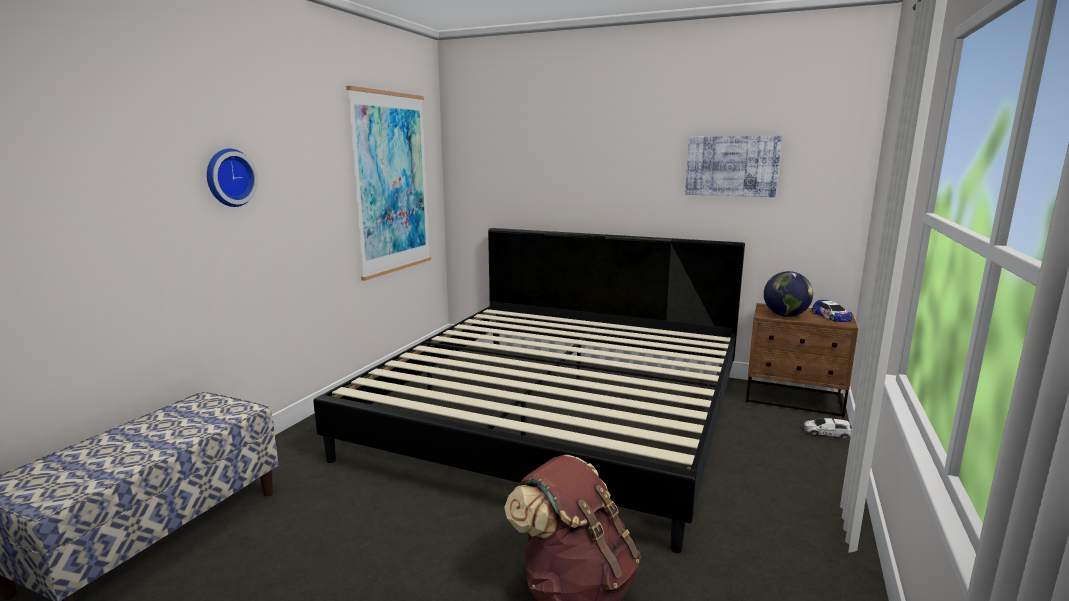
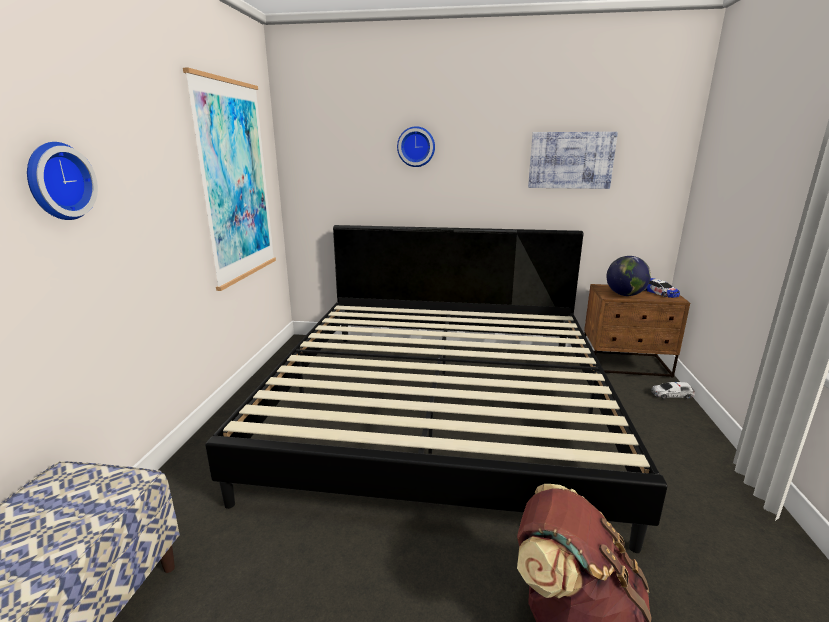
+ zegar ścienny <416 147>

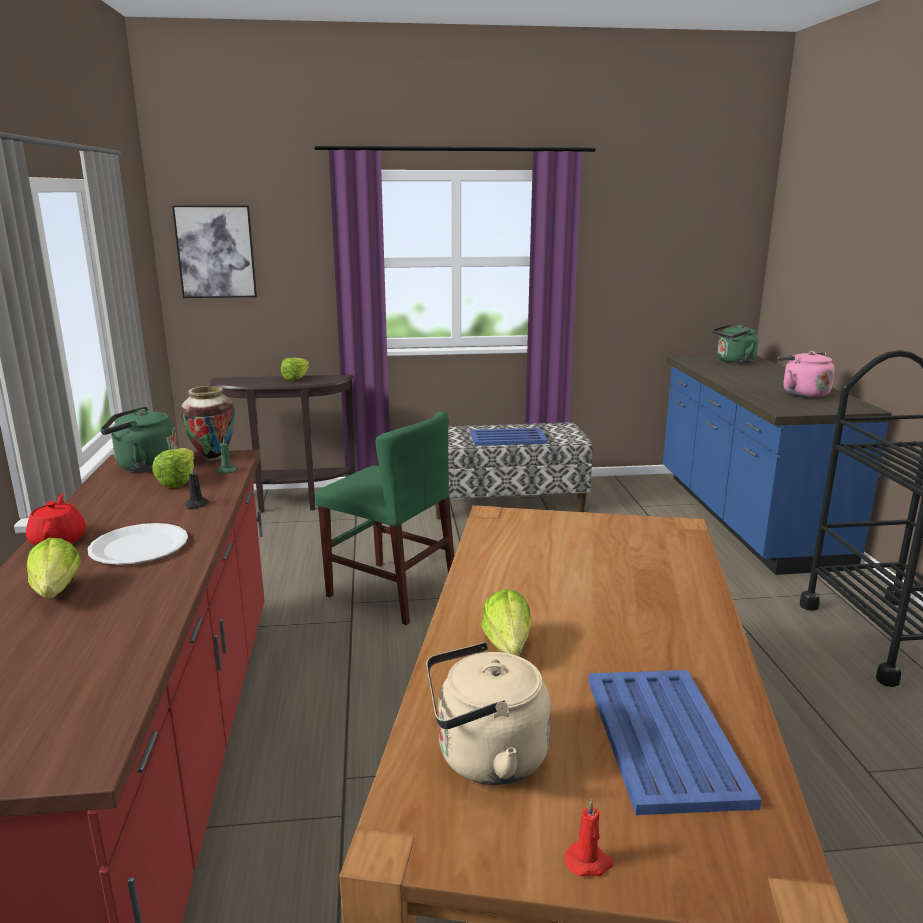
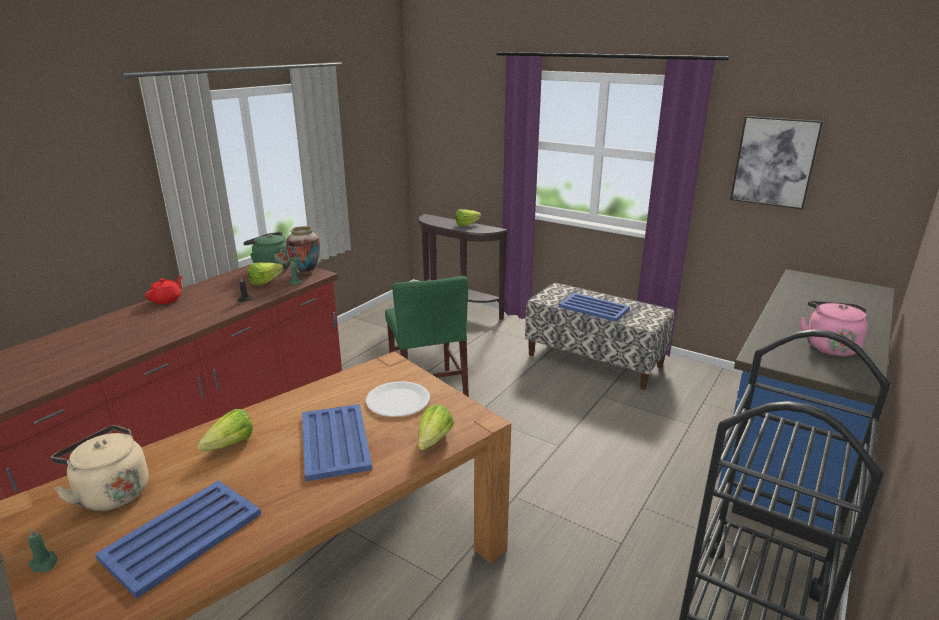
~ świeca (czerwony) <589 862> to świeca (zielony) <44 563>
+ taca (niebieski) <334 442>
~ talerz (biały) <139 546> to <398 400>
~ sałata <54 596> to <430 444>
~ obraz <216 252> to <774 162>
- czajnik (zielony) <733 361>

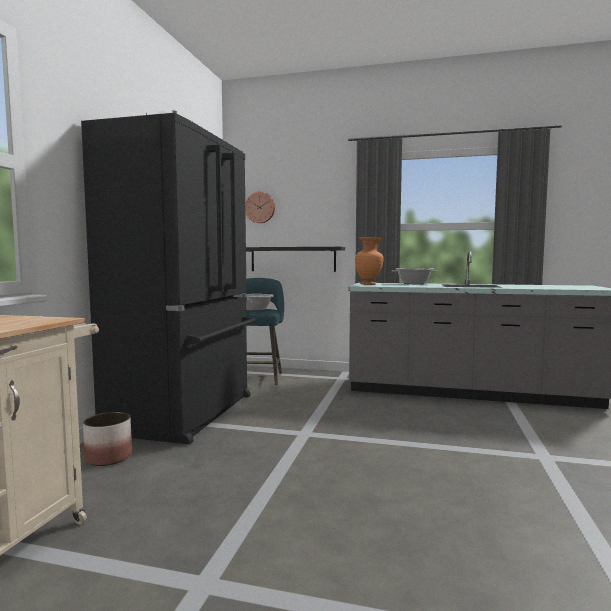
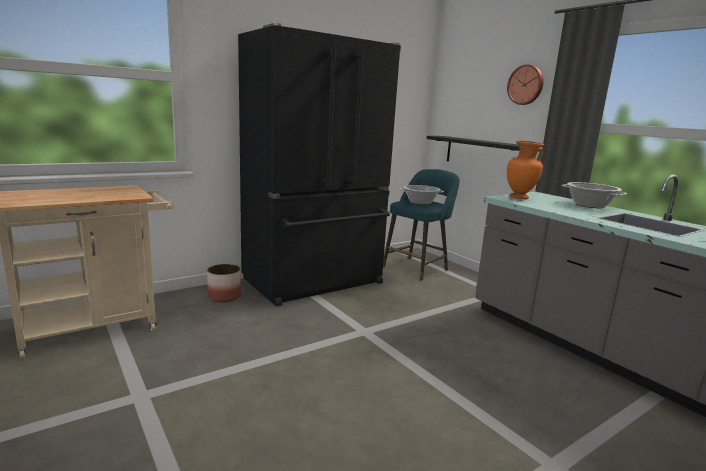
~ zegar ścienny <260 207> to <526 85>

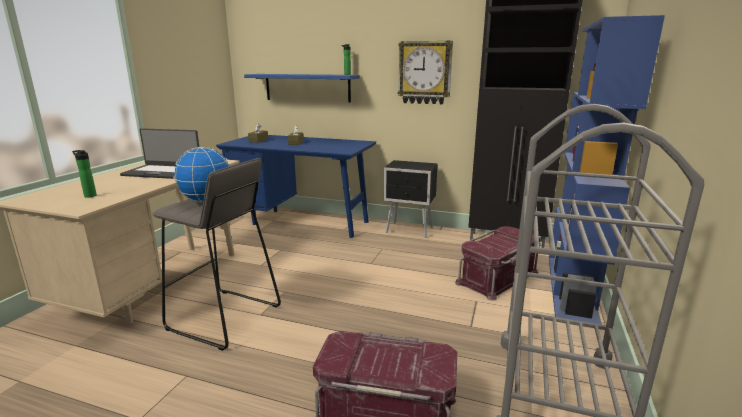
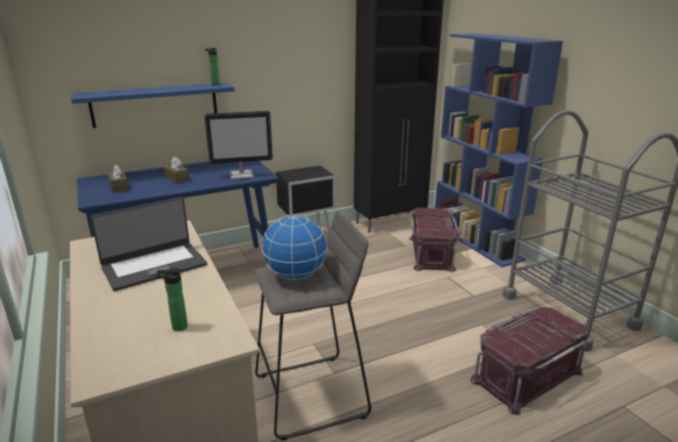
+ monitor <242 175>
- zegar ścienny <425 73>

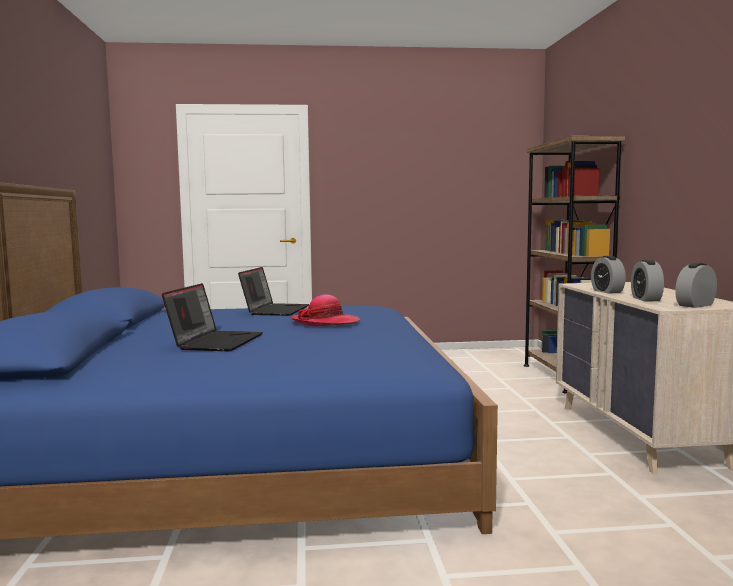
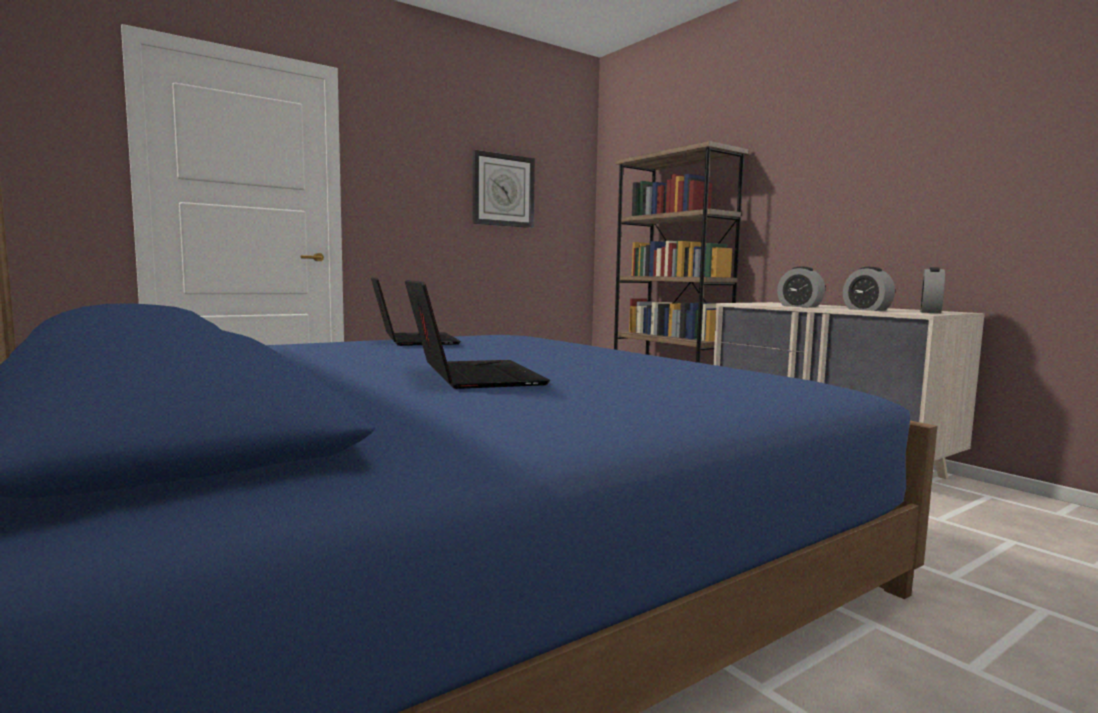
+ zegar ścienny <503 190>
- kapelusz <325 322>

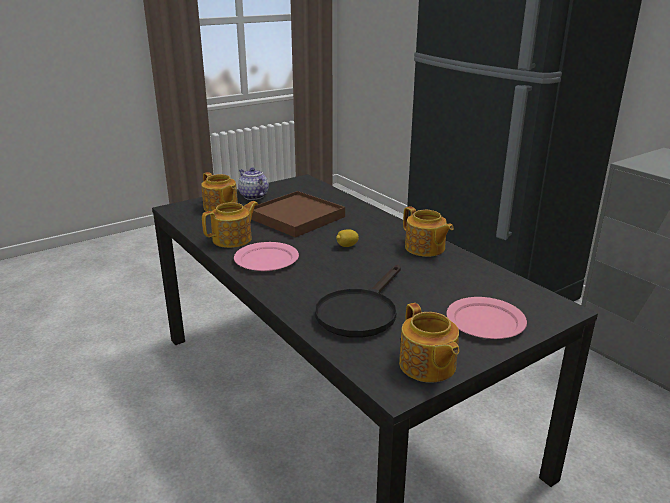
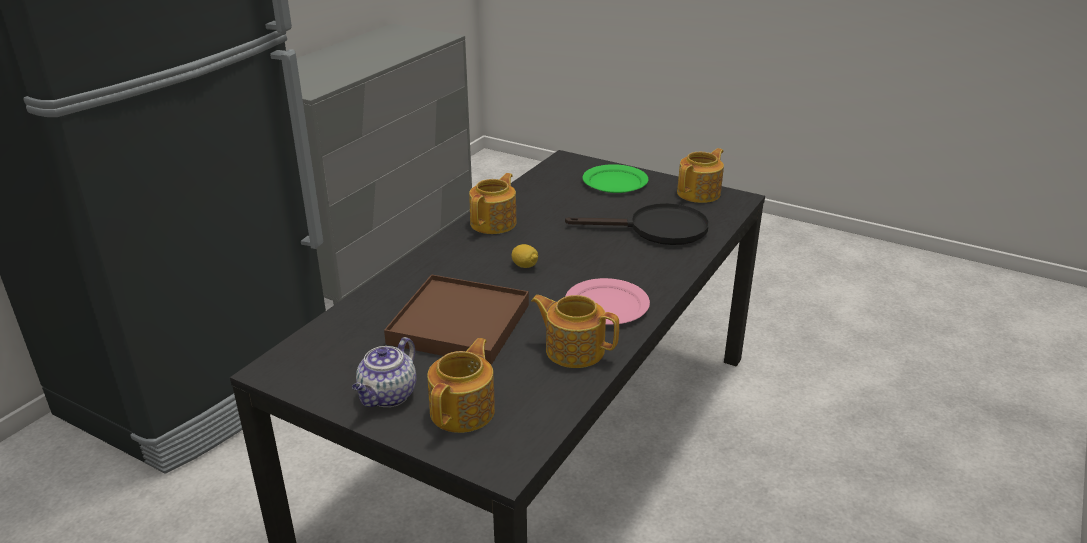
~ talerz (różowy) <484 321> to talerz (zielony) <615 182>

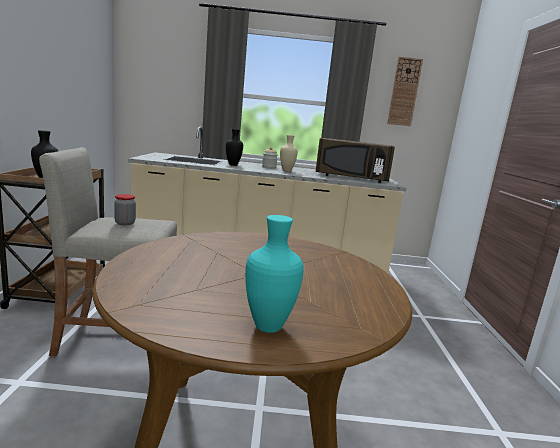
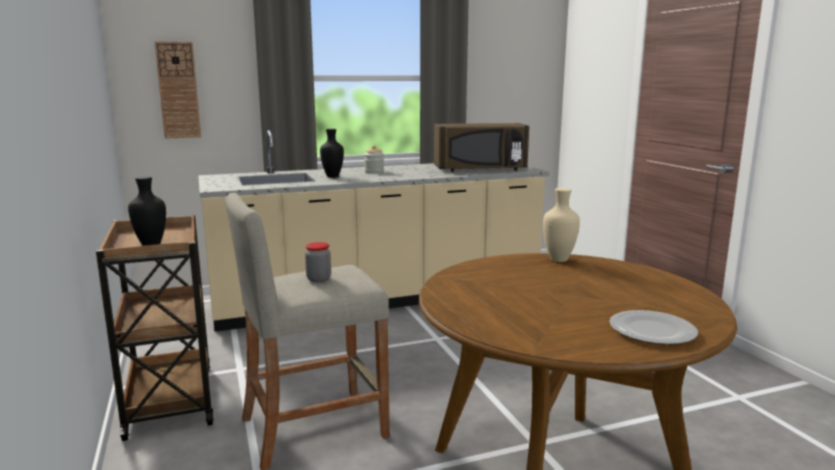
~ zegar ścienny <404 92> to <178 90>
~ wazon (beżowy) <287 171> to <560 260>
~ wazon (turkusowy) <268 325> to talerz <651 330>

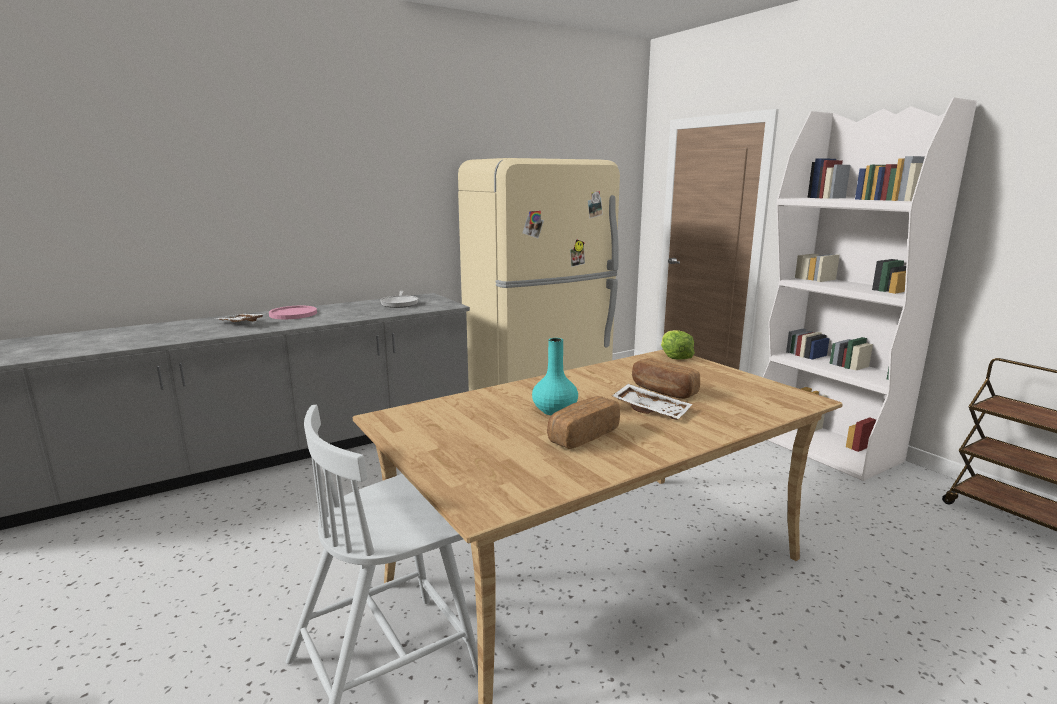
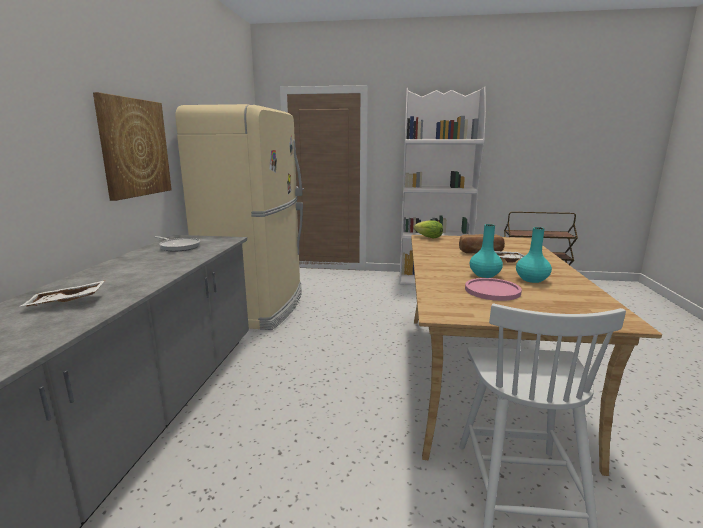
+ obraz <134 148>
~ talerz (różowy) <293 314> to <492 290>
~ chleb <582 436> to wazon (turkusowy) <532 279>

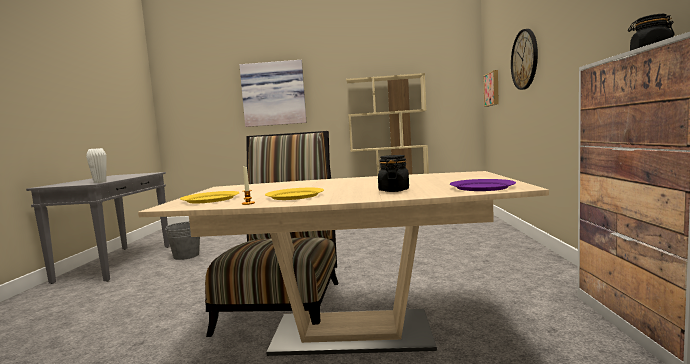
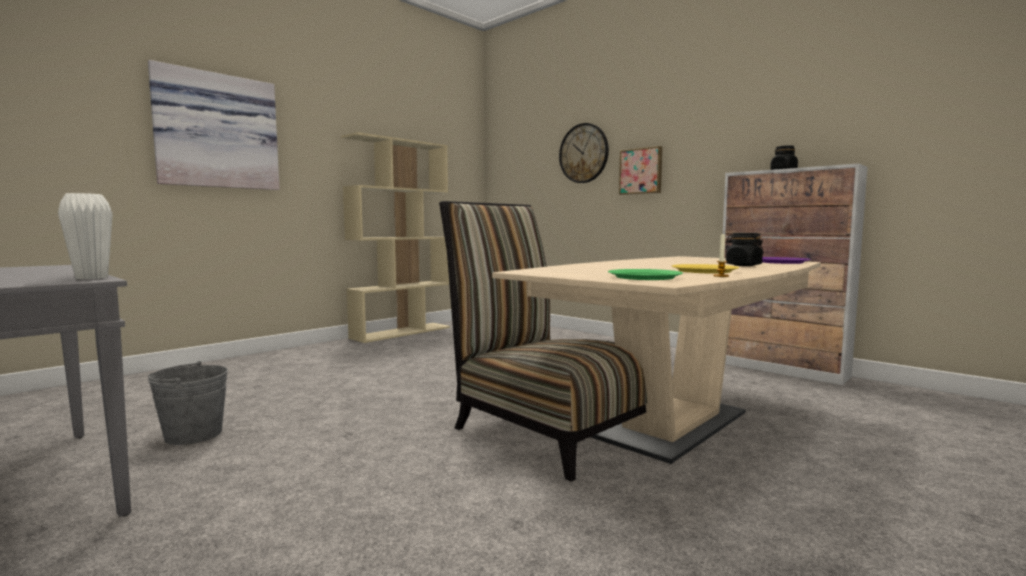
~ talerz (żółty) <210 199> to talerz (zielony) <645 277>
~ obraz <492 89> to <641 171>

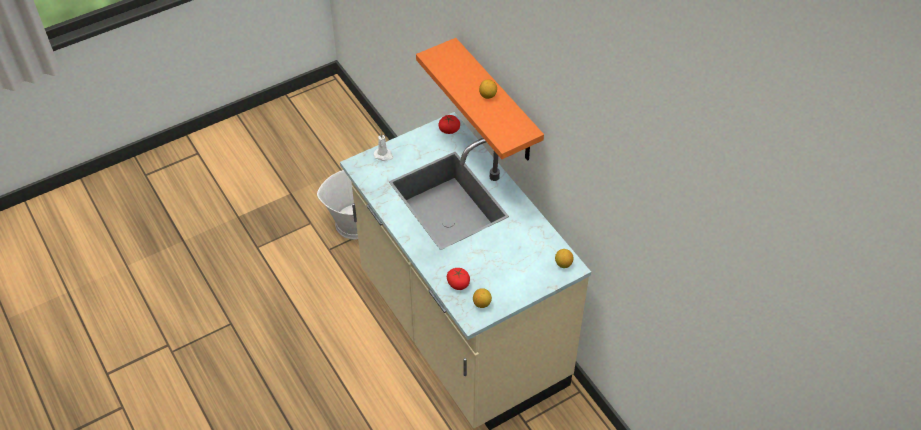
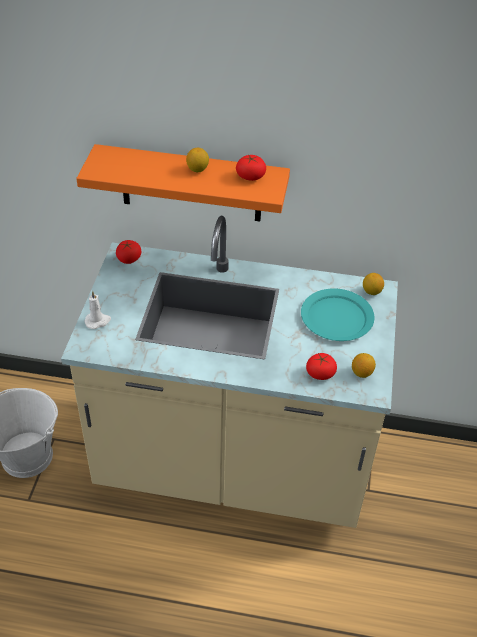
+ pomidor <250 176>
+ talerz (turkusowy) <336 317>

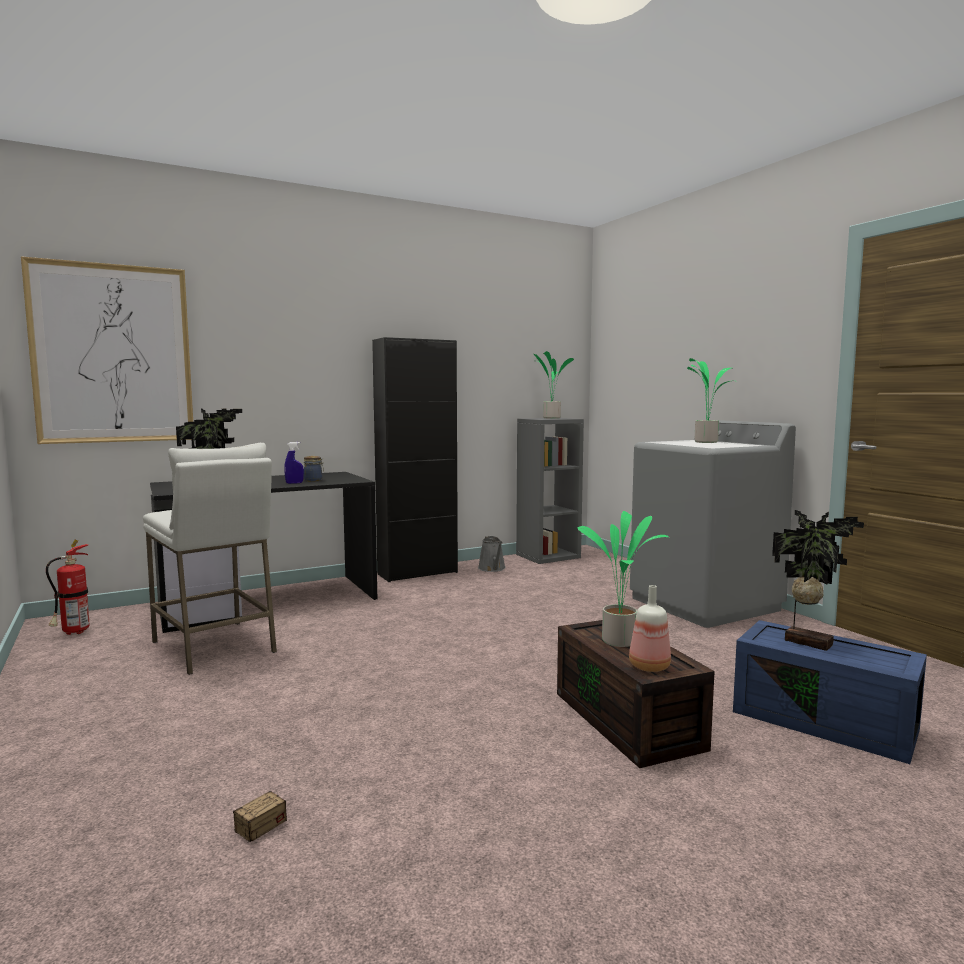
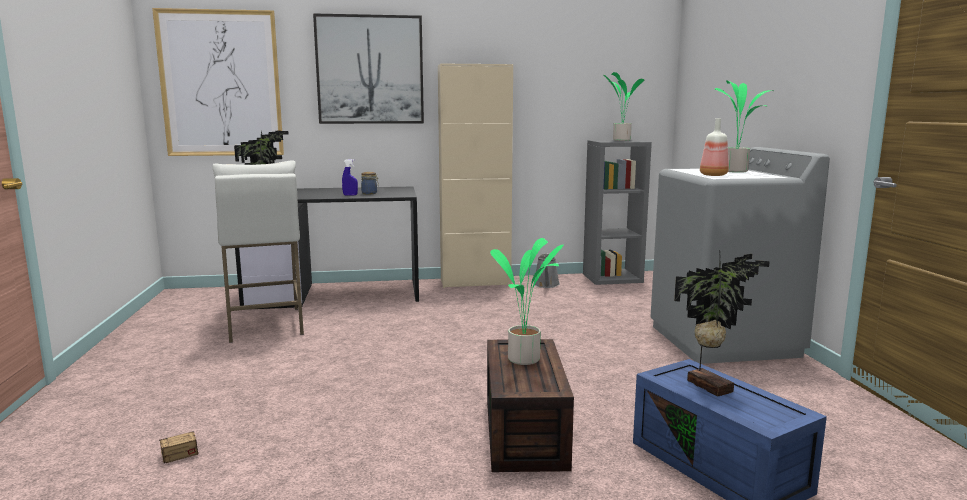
+ obraz <370 70>
~ szafka (czarny) <417 573> to szafka (beżowy) <475 282>
~ butelka <648 667> to <712 175>
- gaśnica <73 633>

